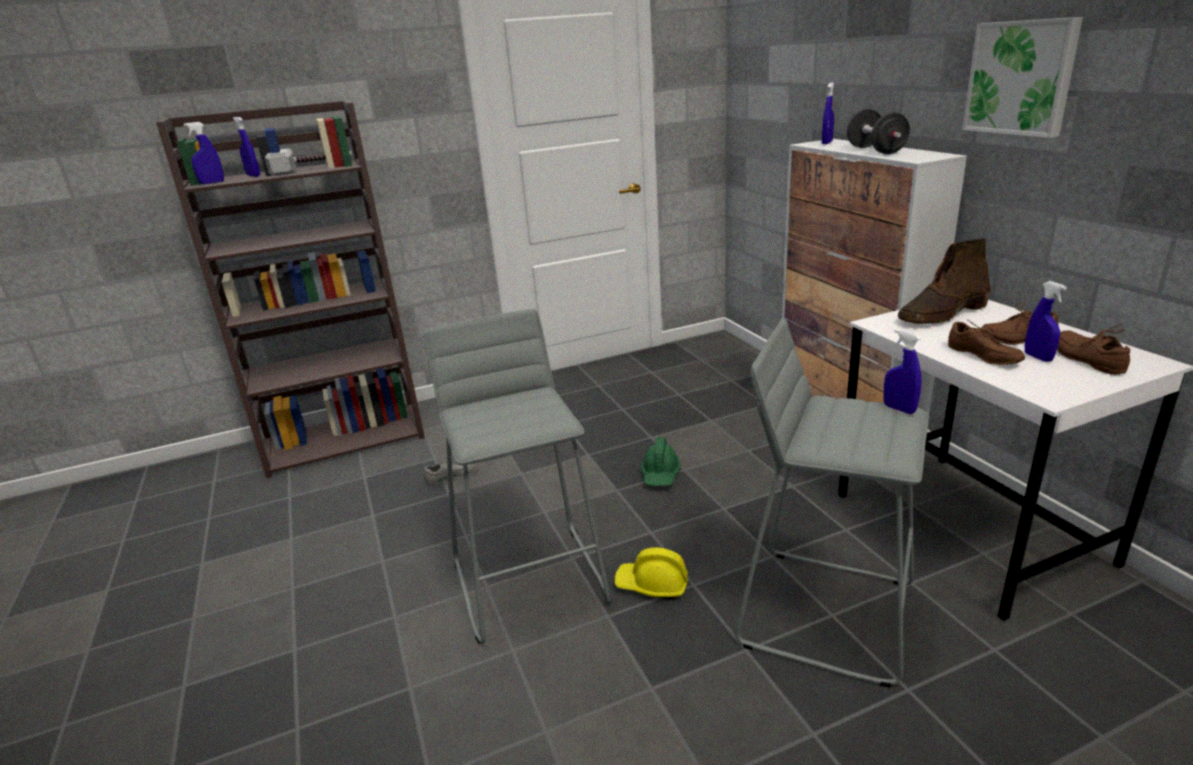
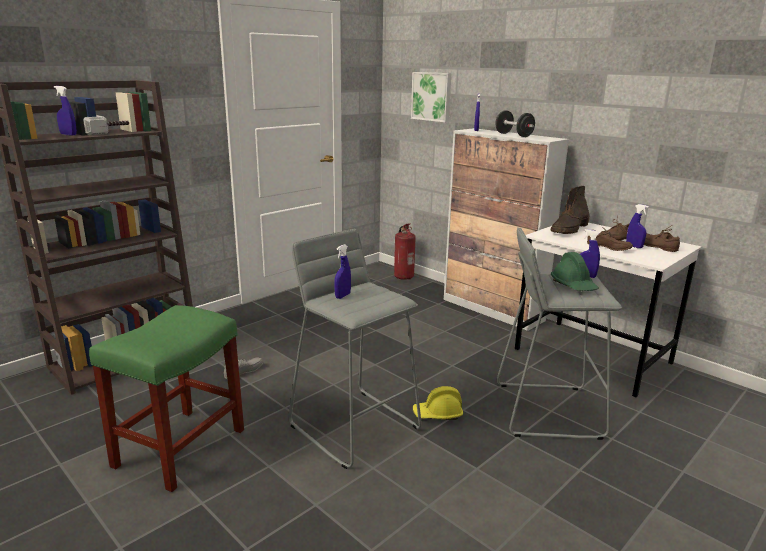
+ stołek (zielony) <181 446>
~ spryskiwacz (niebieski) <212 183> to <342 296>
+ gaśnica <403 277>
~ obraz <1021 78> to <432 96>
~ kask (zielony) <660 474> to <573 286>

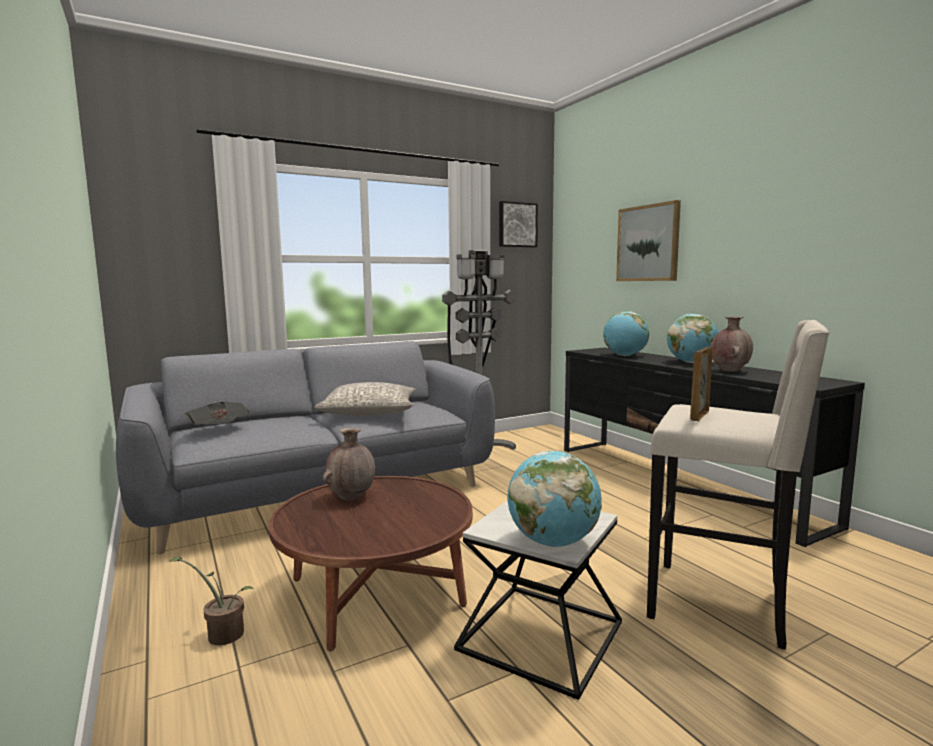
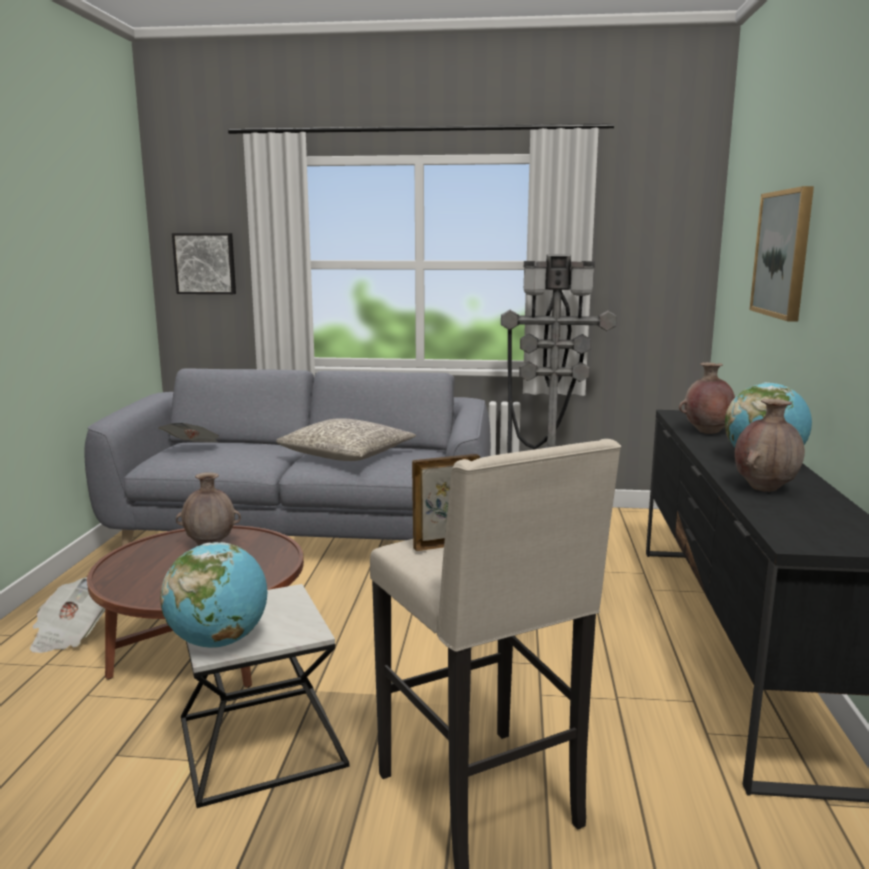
~ roślina doniczkowa <221 633> to gazeta <70 634>
~ obraz <517 225> to <205 263>
~ globus <625 356> to wazon (brązowy) <706 432>

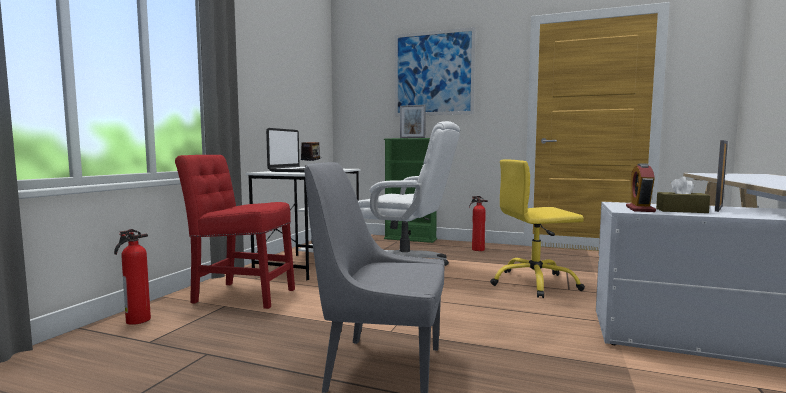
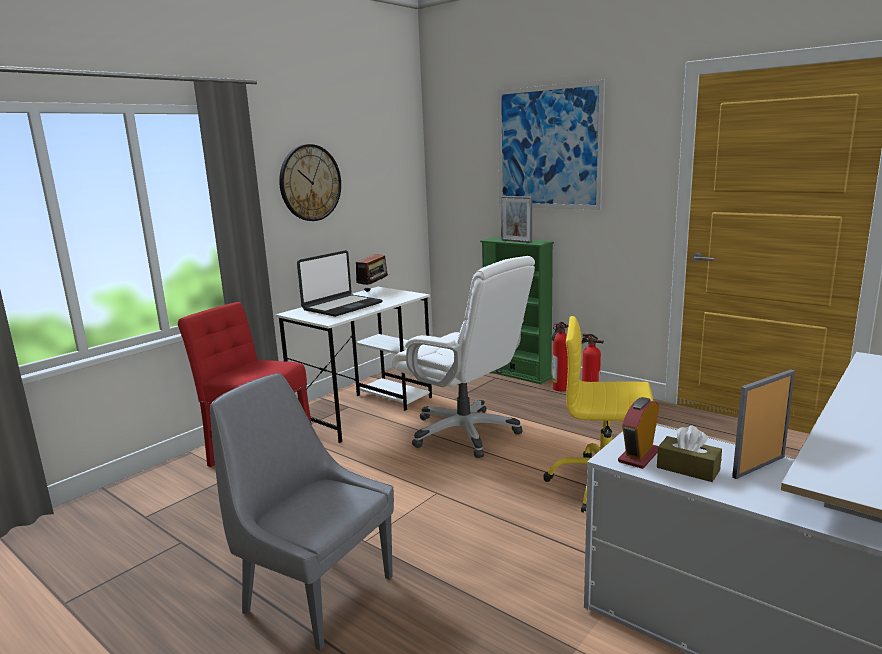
+ zegar ścienny <310 183>
~ gaśnica <136 320> to <559 388>

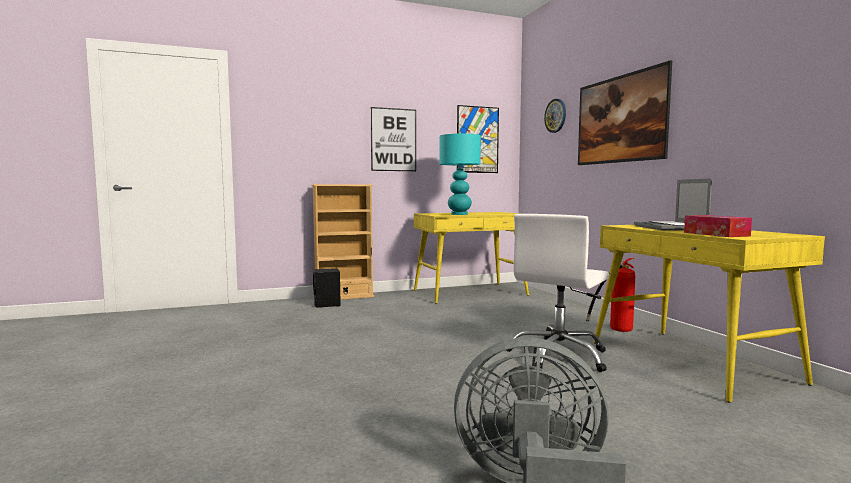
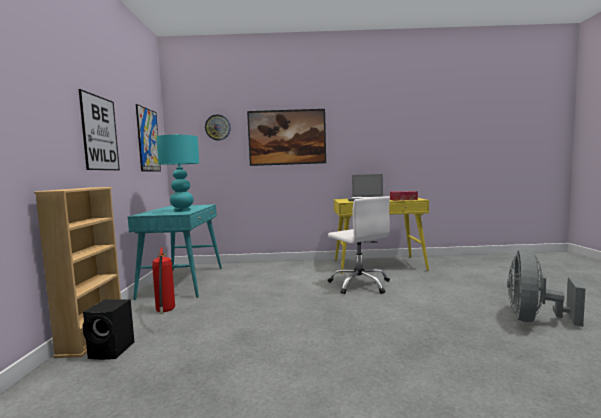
~ biurko (żółty) <470 293> to biurko (turkusowy) <183 282>
~ gaśnica <614 331> to <164 313>

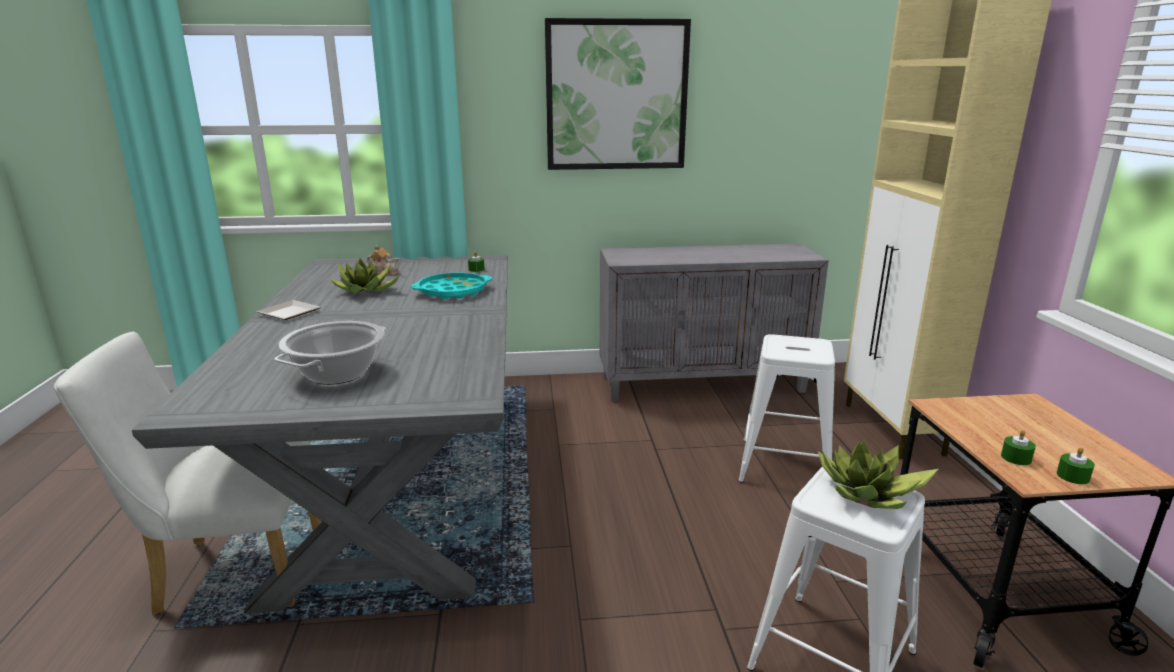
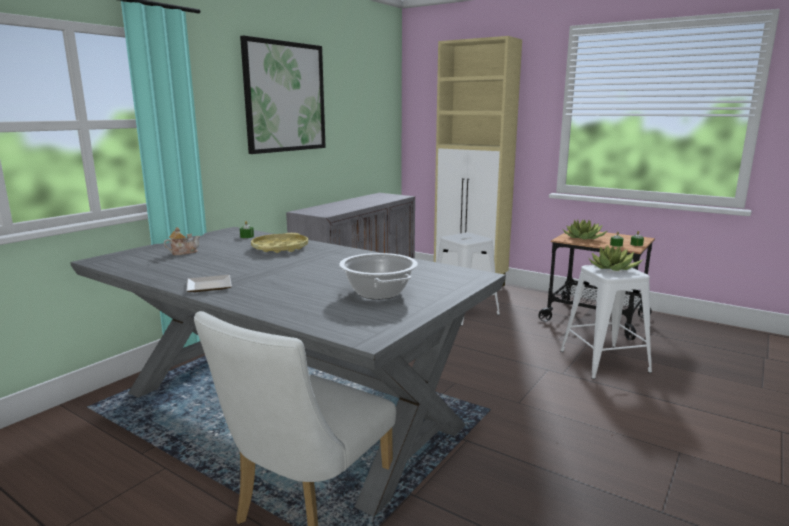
~ taca (turkusowy) <452 291> to taca (żółty) <280 248>
~ roślina doniczkowa <366 290> to <584 238>

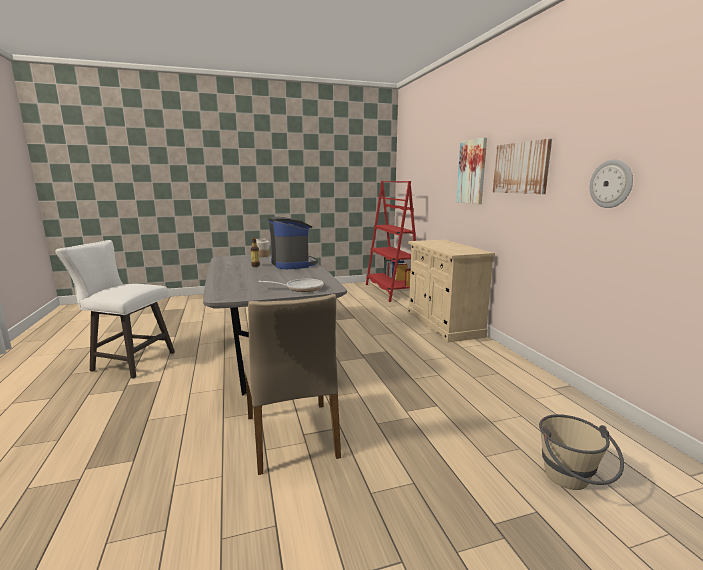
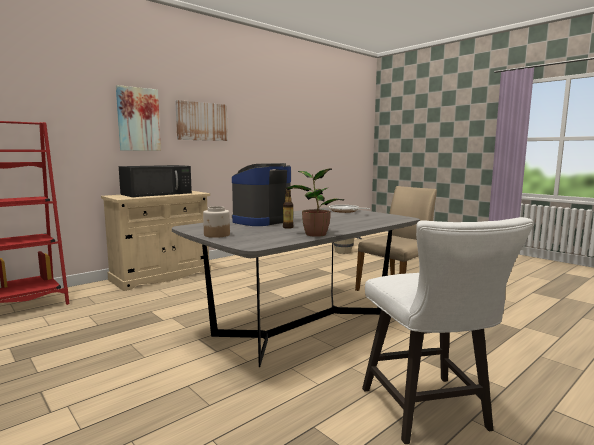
+ mikrofalówka (czarny) <157 193>
+ roślina doniczkowa <314 234>
- zegar ścienny <611 184>

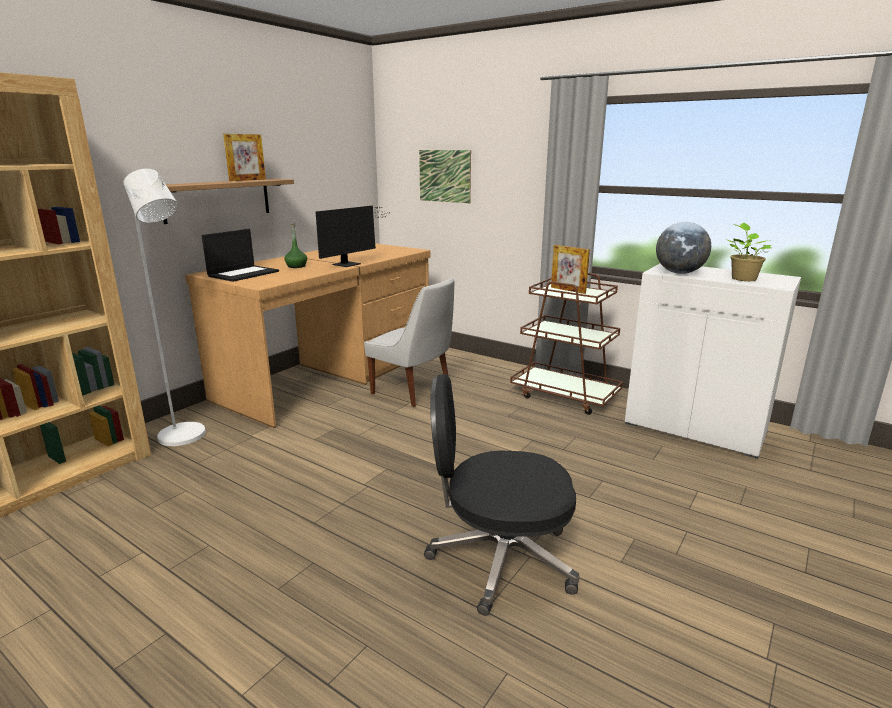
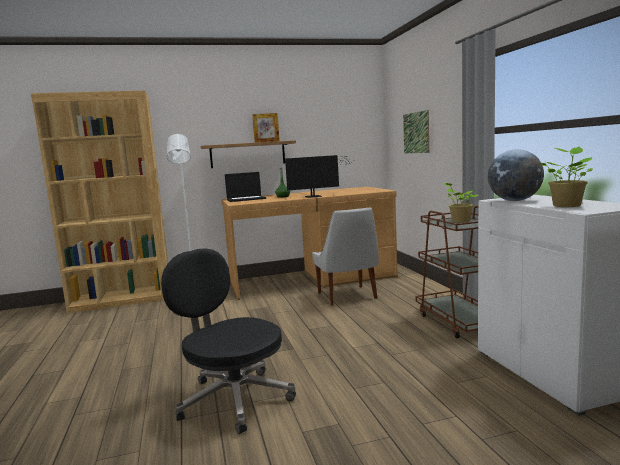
~ ramka na zdjęcie <568 290> to roślina doniczkowa <459 221>

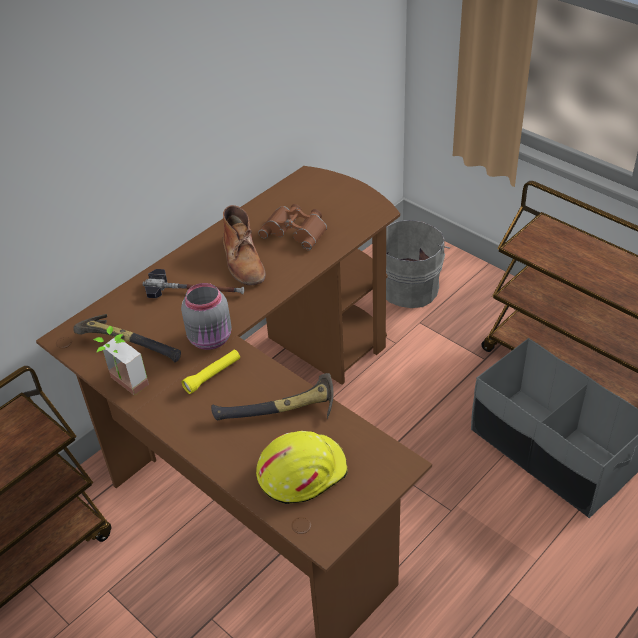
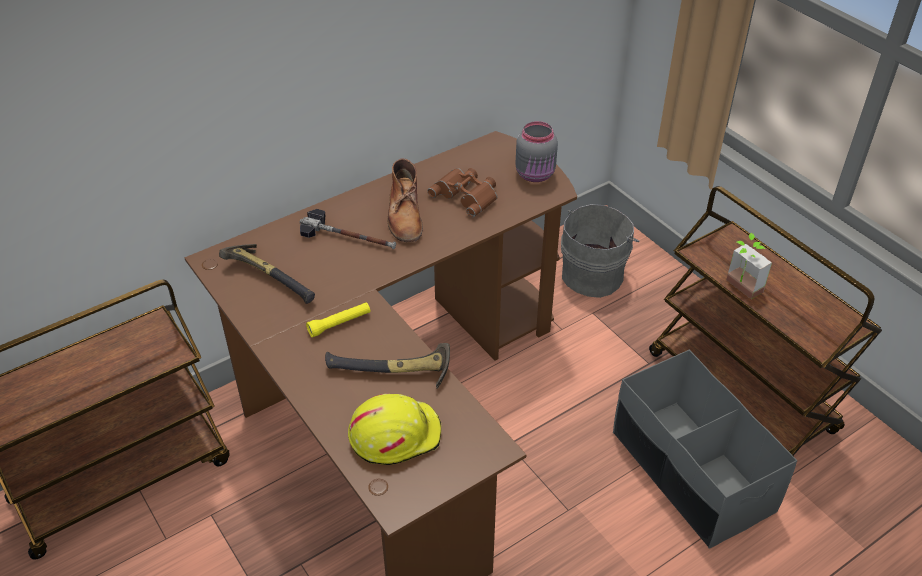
~ słoik (szary) <211 339> to <536 175>
~ roślina doniczkowa <123 385> to <739 289>

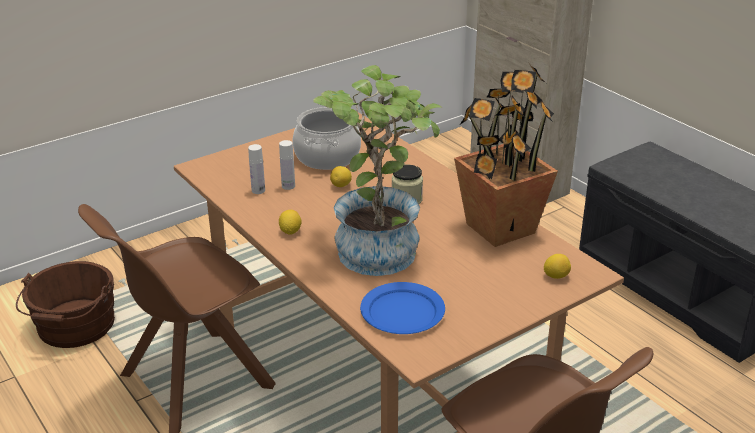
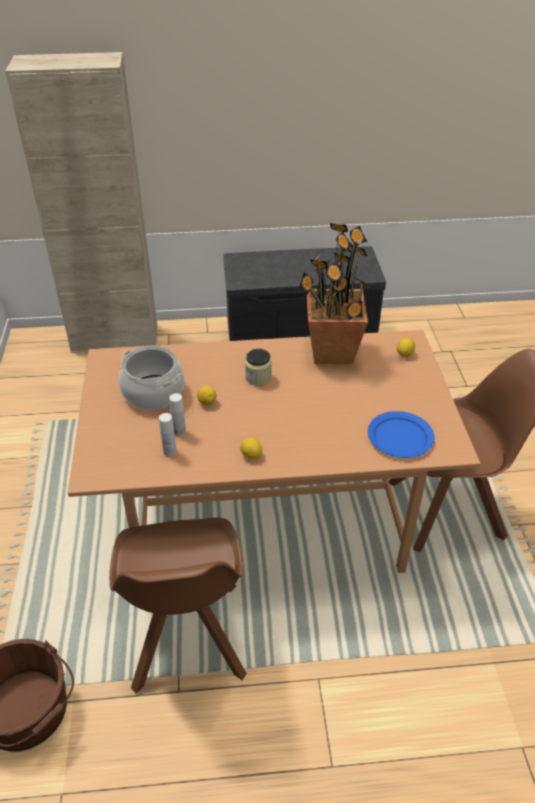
- roślina doniczkowa <380 246>

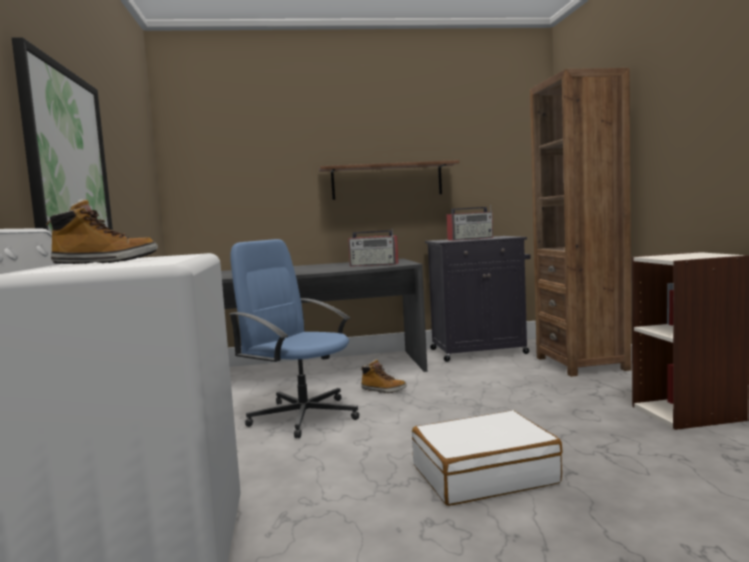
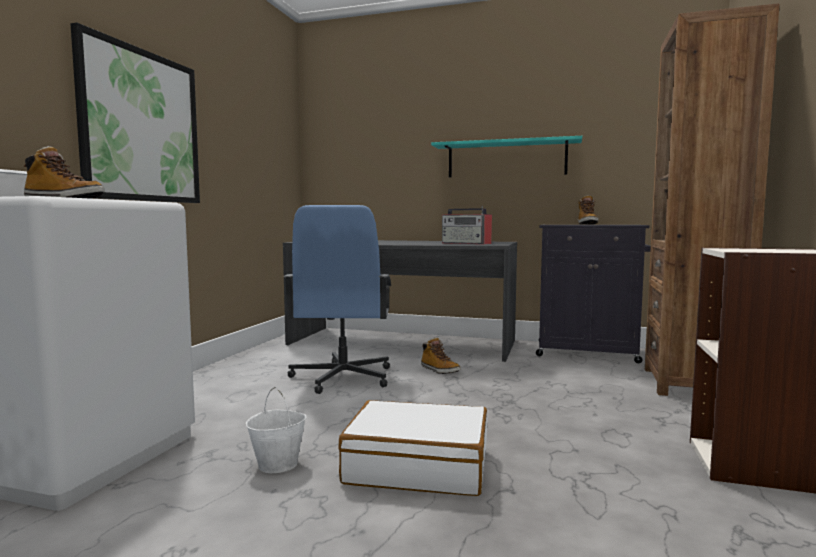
+ wiadro (biały) <278 464>
~ krzesło biurowe (niebieski) <303 416> = <342 378> 150 degrees counterclockwise
~ półka (brązowy) <387 181> to półka (turkusowy) <506 159>
~ radio <471 238> to but z cholewką <586 224>

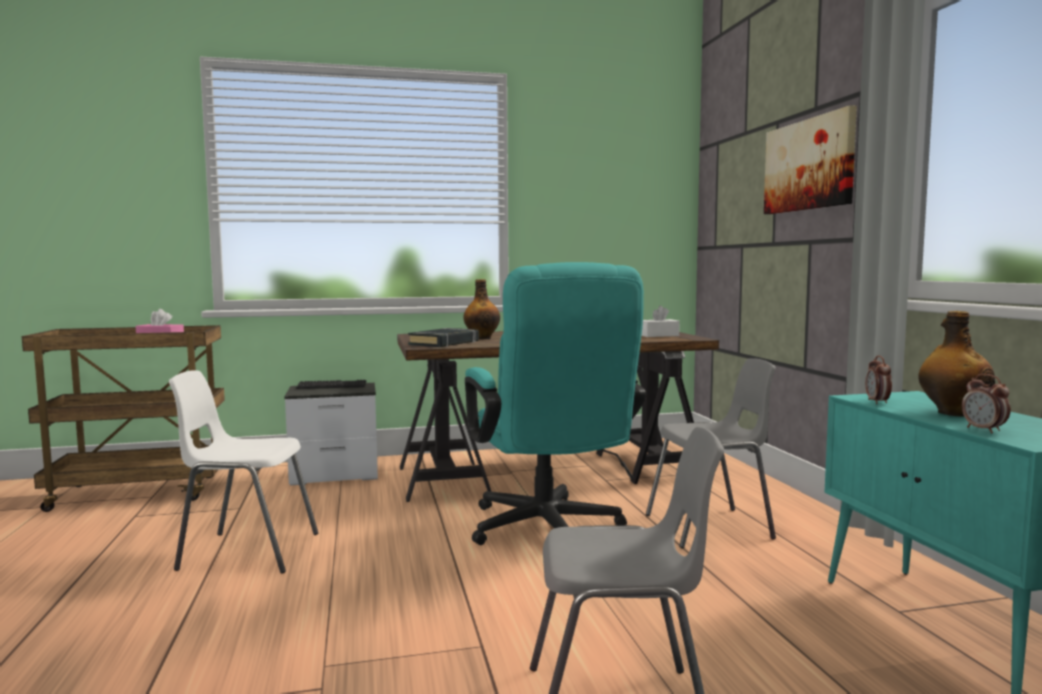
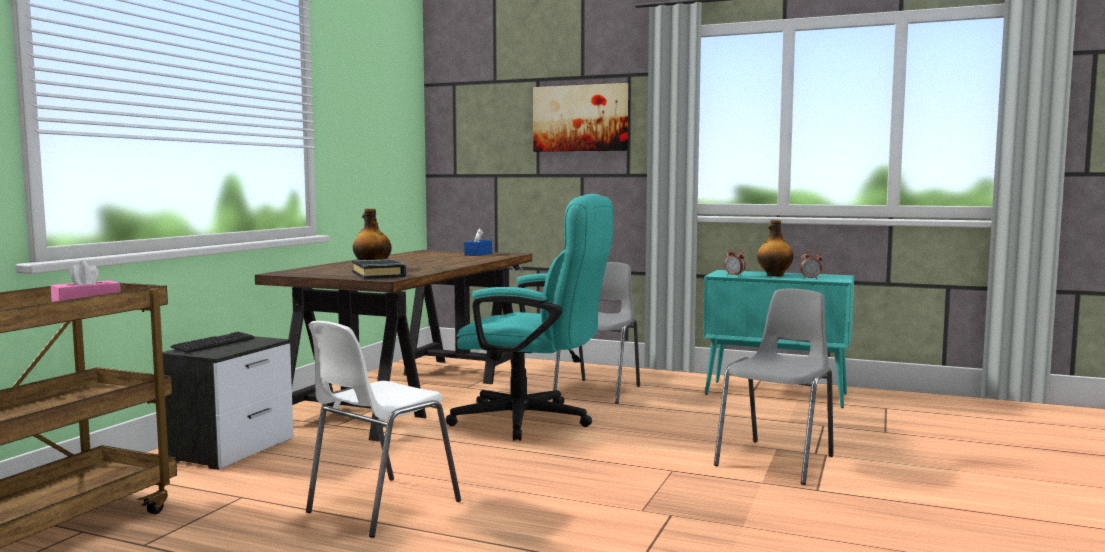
~ pudełko chusteczek (biały) <659 335> to pudełko chusteczek (niebieski) <478 254>

